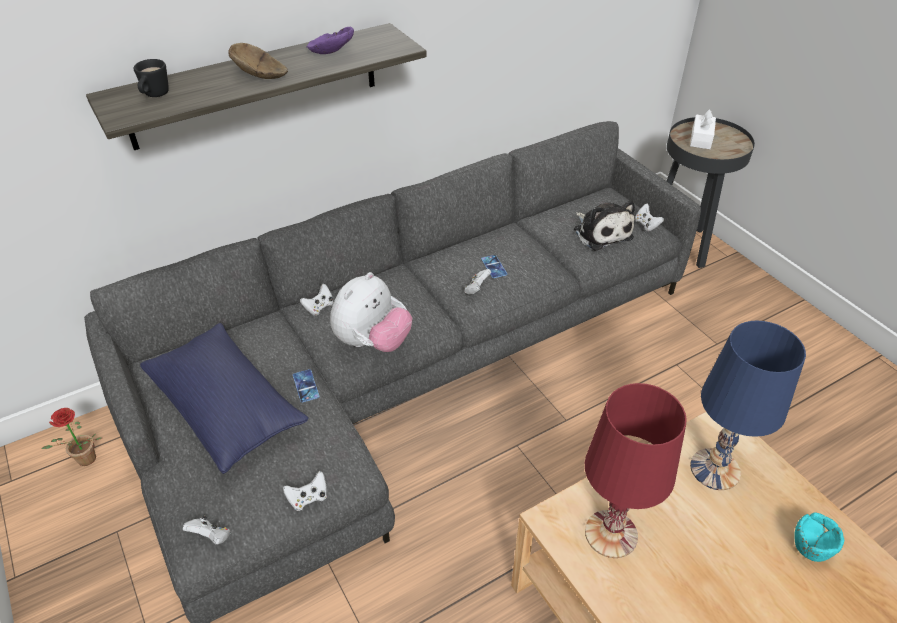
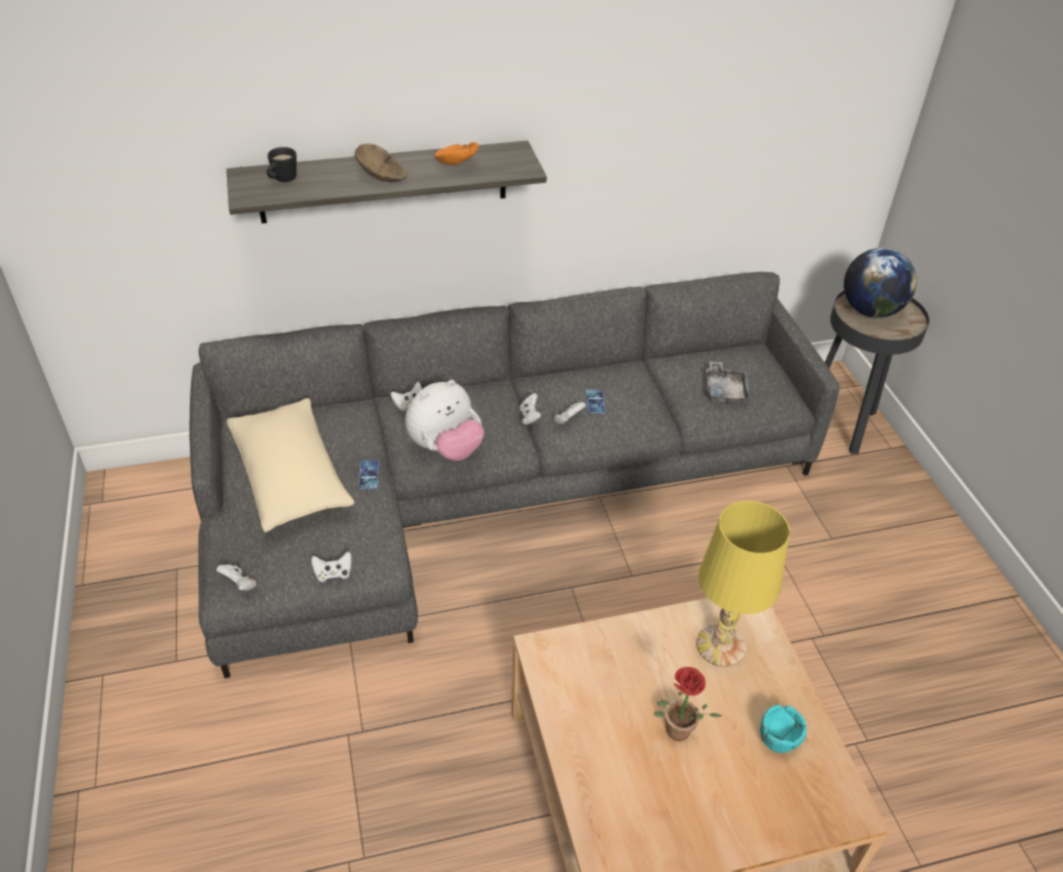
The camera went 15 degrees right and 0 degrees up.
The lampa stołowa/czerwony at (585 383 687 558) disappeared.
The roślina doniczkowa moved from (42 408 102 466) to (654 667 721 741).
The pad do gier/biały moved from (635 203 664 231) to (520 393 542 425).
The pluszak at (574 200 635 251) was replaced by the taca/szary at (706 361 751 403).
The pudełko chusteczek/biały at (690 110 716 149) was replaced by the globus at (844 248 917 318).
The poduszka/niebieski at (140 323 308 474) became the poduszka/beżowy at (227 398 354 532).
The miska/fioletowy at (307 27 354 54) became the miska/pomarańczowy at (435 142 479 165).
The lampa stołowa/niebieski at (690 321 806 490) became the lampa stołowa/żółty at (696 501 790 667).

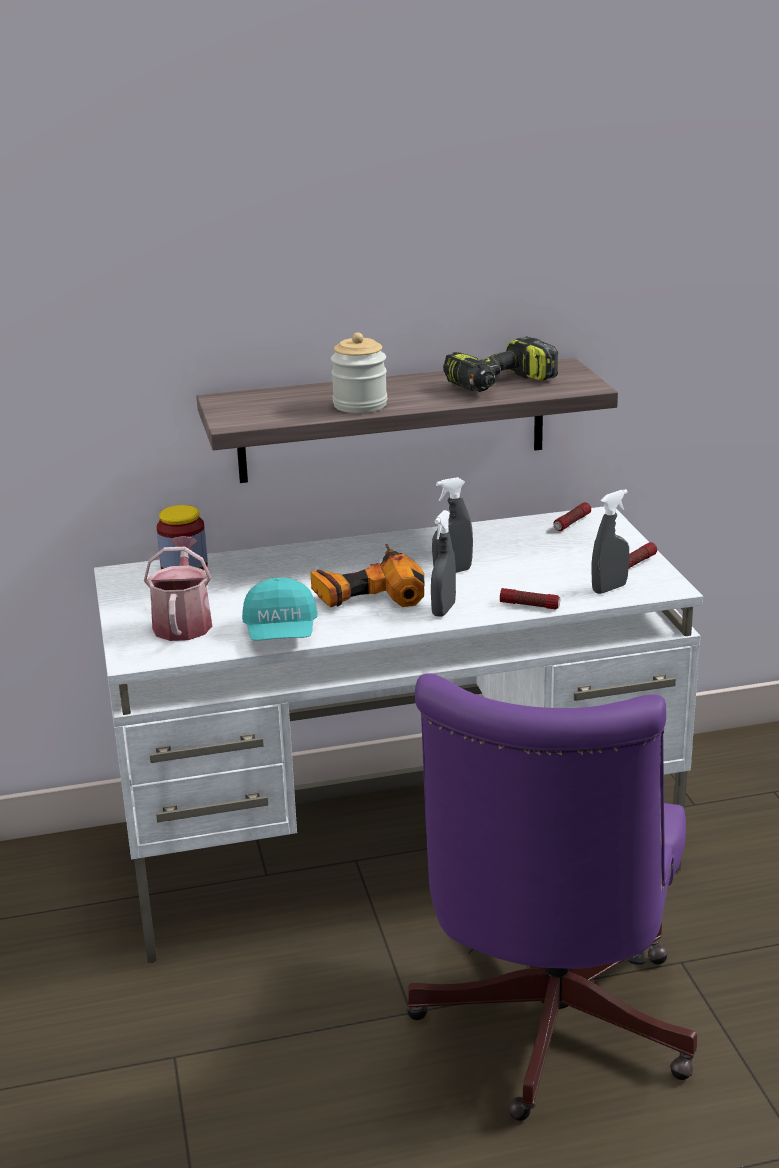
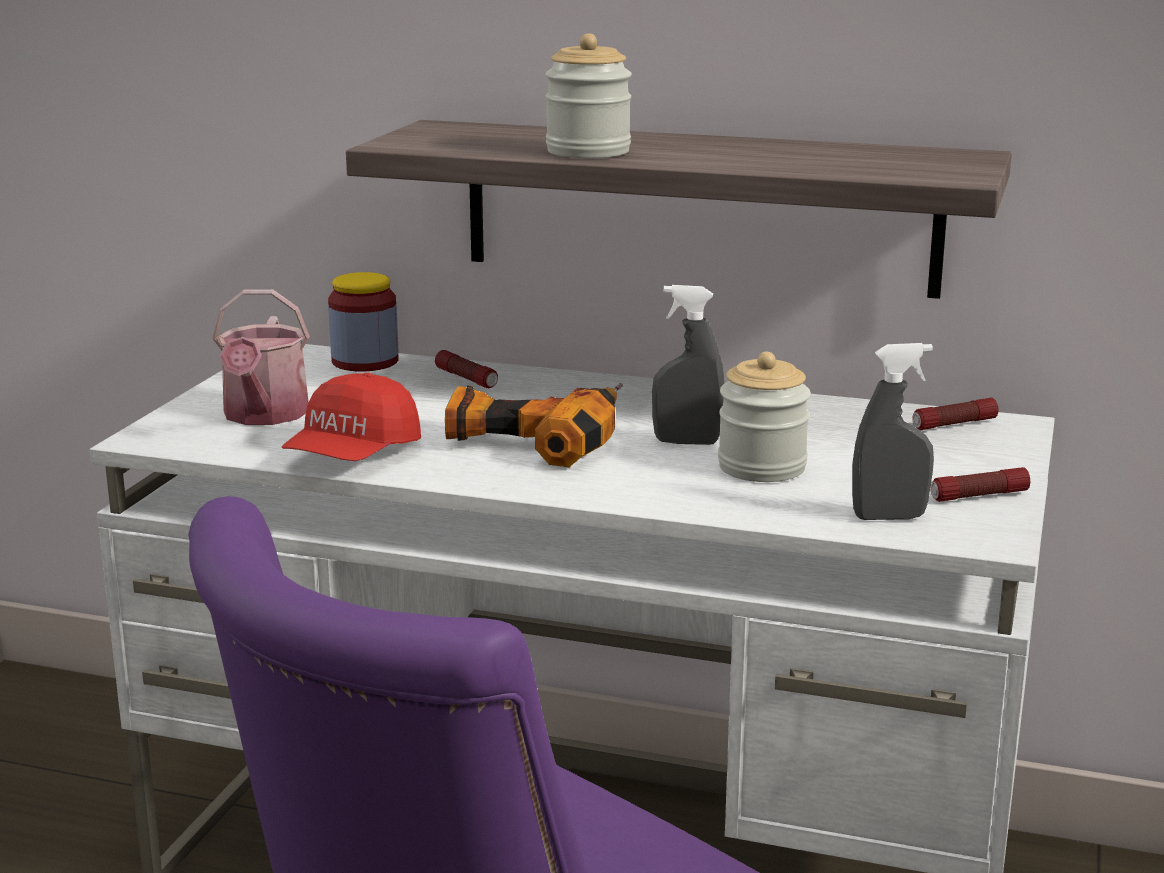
The camera went 30 degrees right and 5 degrees down.
The spryskiwacz/szary at (431 510 456 617) disappeared.
The wiertarka at (443 336 558 392) disappeared.
The słoik at (718 352 811 482) appeared.
The latarka moved from (500 588 560 609) to (435 350 498 388).
The czapka z daszkiem/turkusowy at (242 577 317 641) became the czapka z daszkiem/czerwony at (282 373 421 461).
The konewka at (144 536 212 641) turned 150 degrees clockwise.

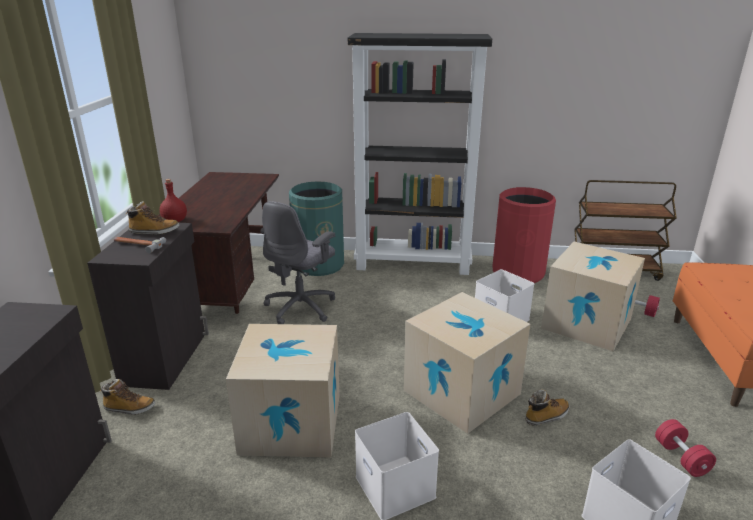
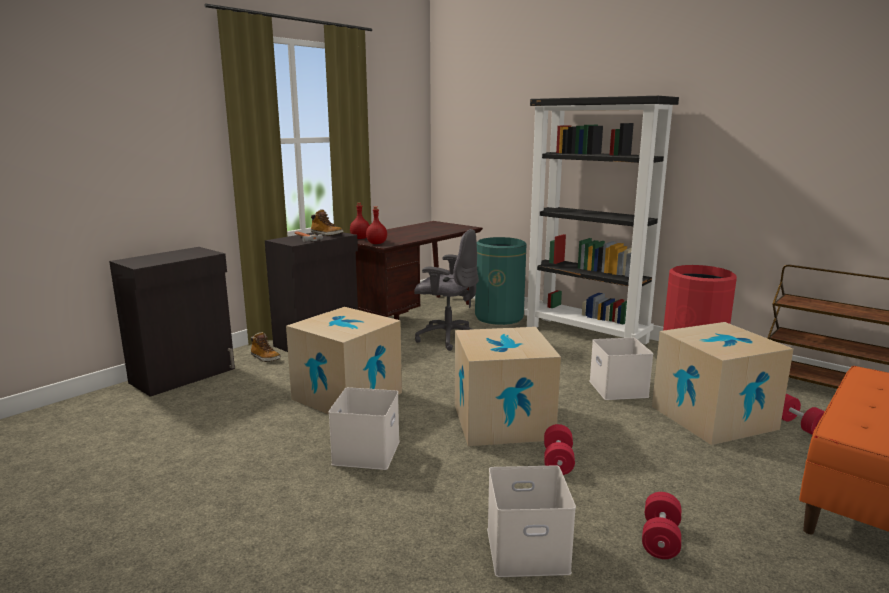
The camera went 35 degrees right and 10 degrees down.
The butelka/czerwony at (366 206 387 244) appeared.
The but z cholewką at (525 389 570 426) was replaced by the hantel/czerwony at (544 424 575 475).
The krzesło biurowe/szary at (260 201 335 324) turned 135 degrees counterclockwise.

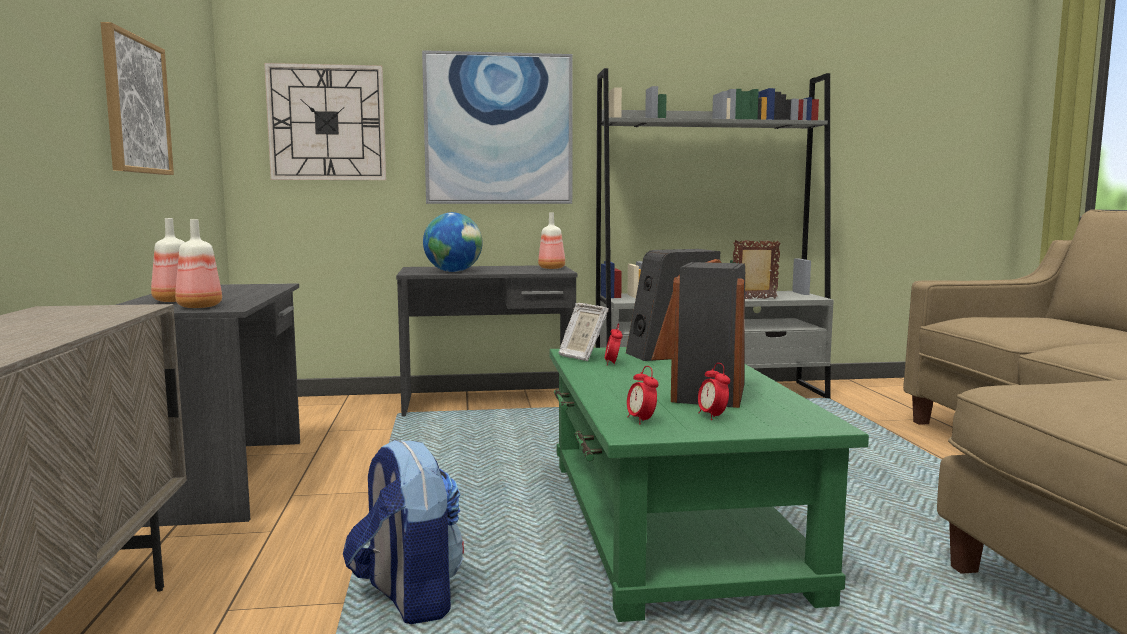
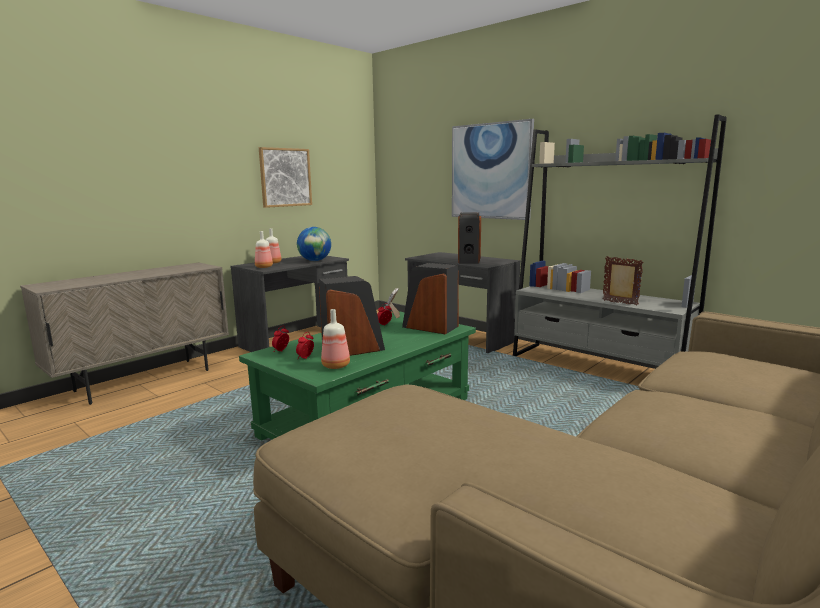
The camera went 50 degrees right and 5 degrees up.
The zegar ścienny at (264 63 386 180) disappeared.
The plecak at (343 439 464 624) disappeared.
The głośnik at (458 212 481 264) appeared.
The globus moved from (423 212 482 272) to (297 227 331 261).
The butelka moved from (538 212 565 269) to (321 309 350 369).

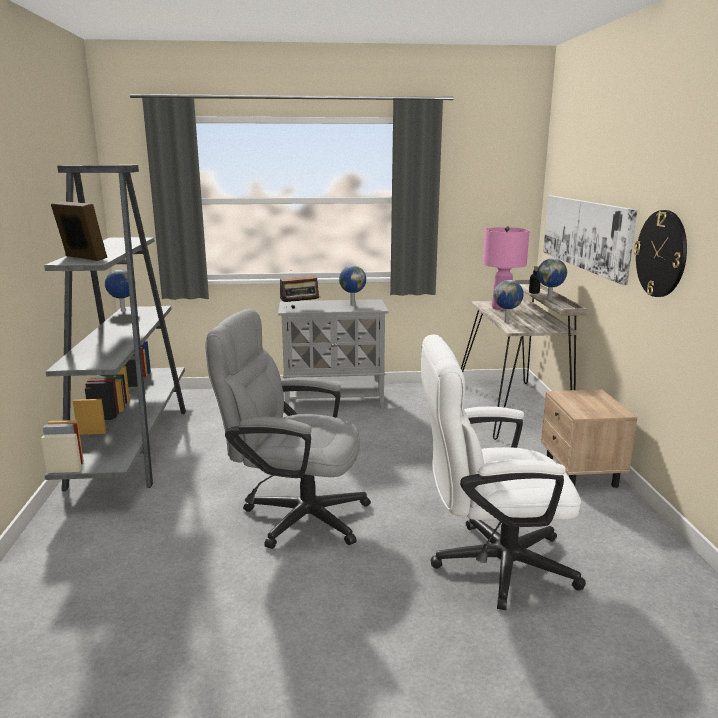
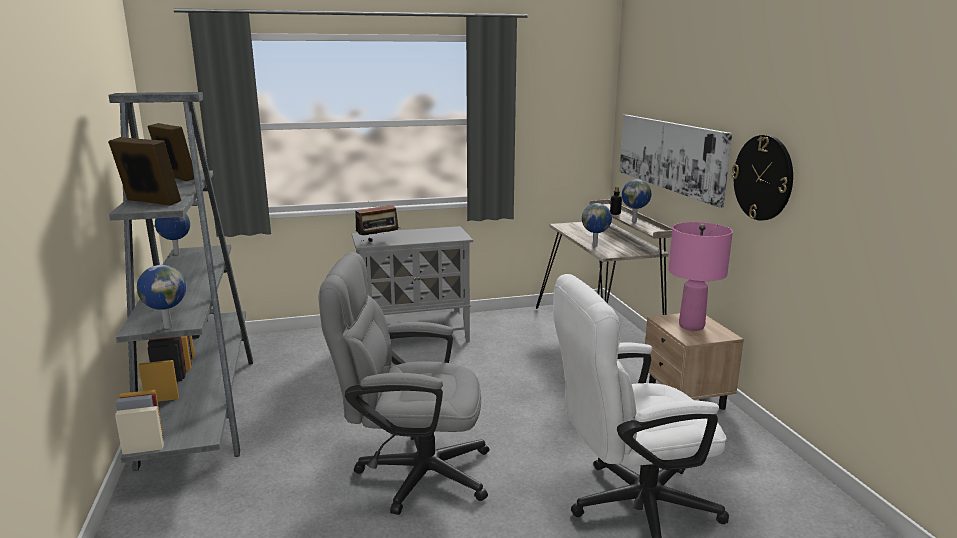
The camera went 10 degrees left and 0 degrees up.
The ramka na zdjęcie at (147 123 194 181) appeared.
The globus moved from (339 265 366 306) to (137 265 186 329).
The lampa stołowa/różowy moved from (483 226 530 310) to (668 222 733 331).

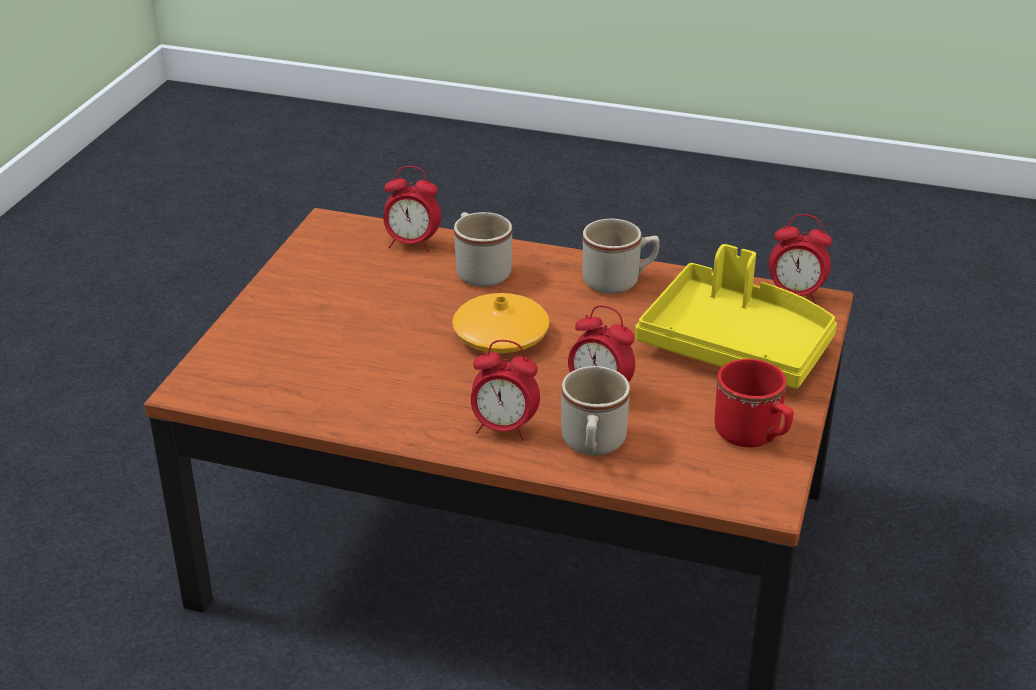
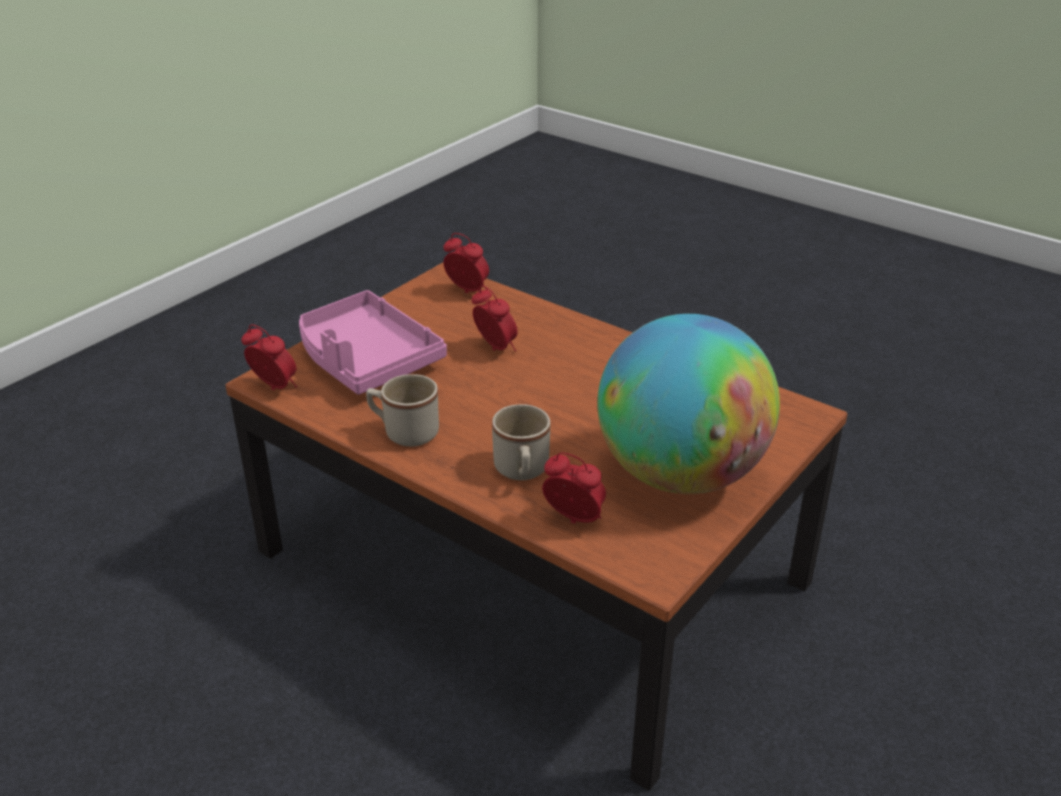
The camera went 160 degrees left and 0 degrees up.
The wazon/pomarańczowy at (452 293 550 353) disappeared.
The kubek/beżowy at (561 366 630 456) disappeared.
The kubek/czerwony at (715 359 794 447) disappeared.
The globus at (597 314 780 494) appeared.
The budzik moved from (471 340 540 441) to (443 233 489 293).
The taca/żółty at (635 244 837 389) became the taca/różowy at (299 290 447 394).

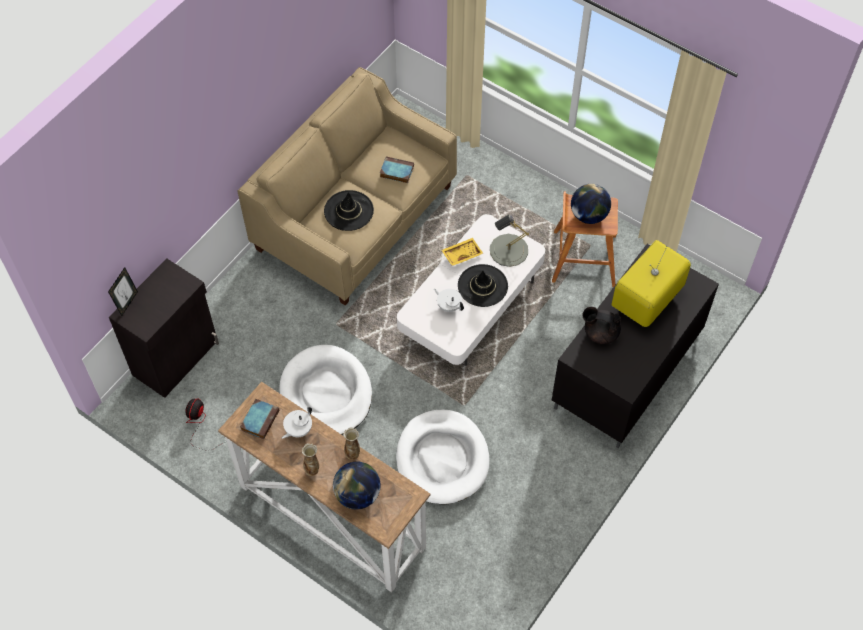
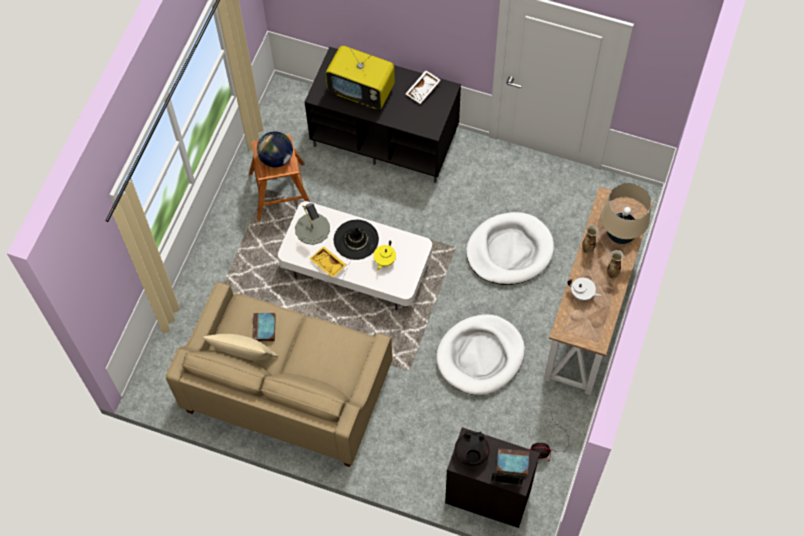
The camera went 105 degrees left and 5 degrees up.
The kapelusz/czarny at (324 190 374 231) disappeared.
The poduszka/beżowy at (202 334 278 360) appeared.
The taca/biały at (406 70 441 104) appeared.
The książka moved from (240 399 279 439) to (496 448 529 476).
The imbryk/czarny moved from (583 307 621 344) to (455 430 490 466).
The globus at (333 462 381 509) was replaced by the lampa stołowa/beżowy at (601 183 651 244).
The imbryk/biały at (434 289 464 312) became the imbryk/żółty at (373 240 396 270).

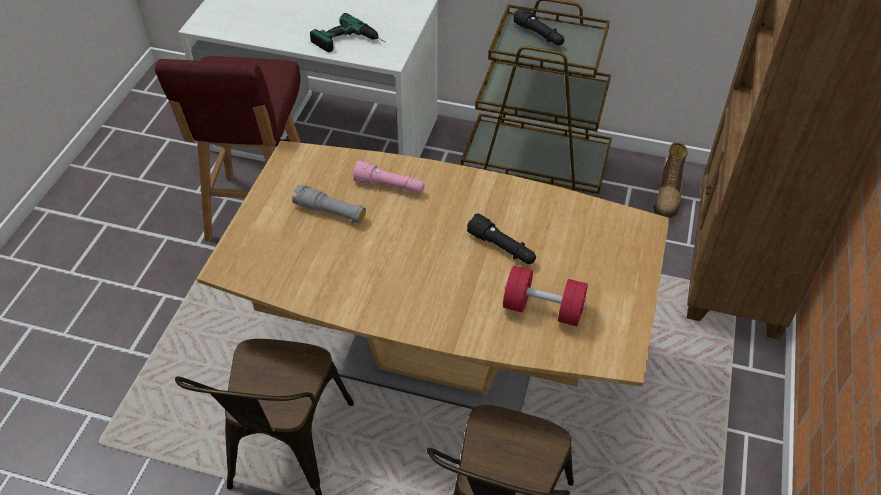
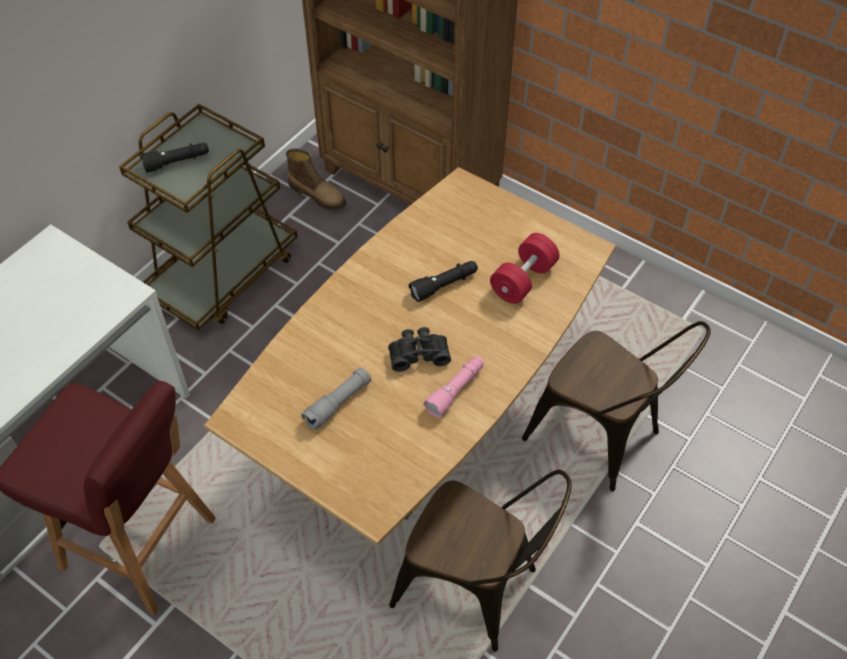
The camera went 70 degrees left and 5 degrees up.
The wiertarka at (310 13 386 52) disappeared.
The lornetka/czarny at (388 327 451 372) appeared.
The latarka/różowy moved from (353 161 425 193) to (423 356 484 418).

